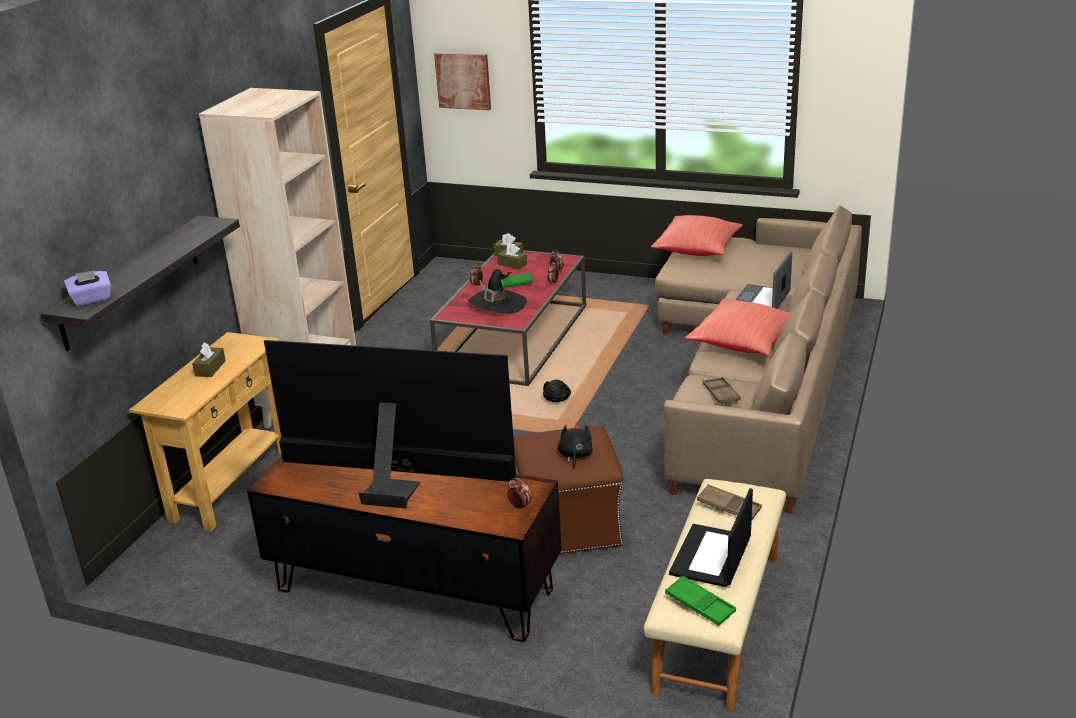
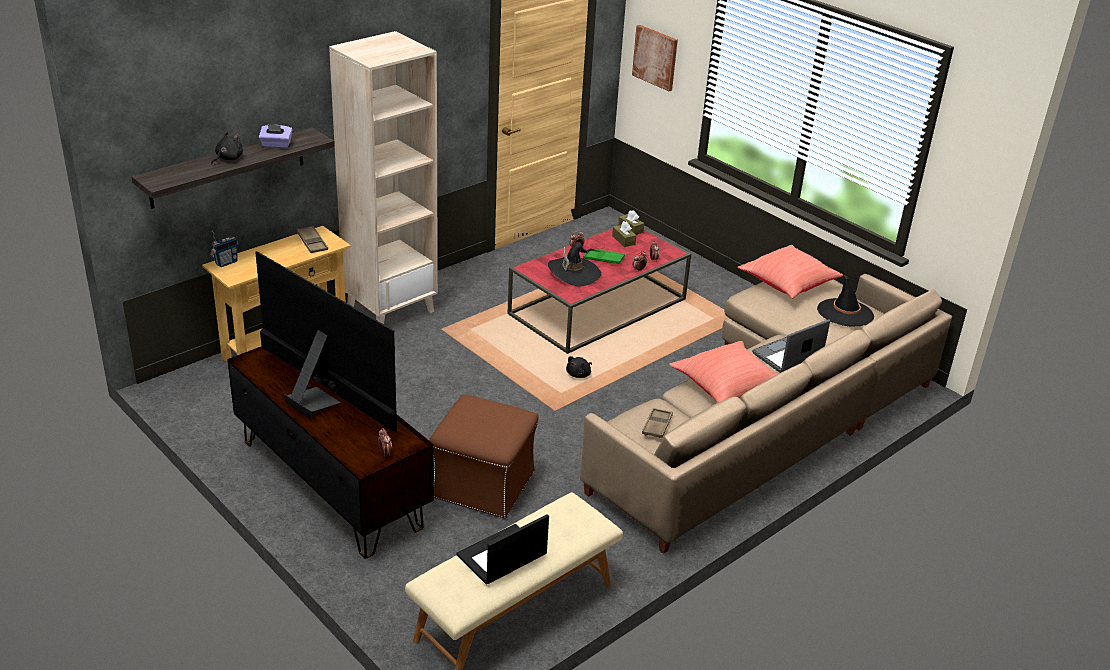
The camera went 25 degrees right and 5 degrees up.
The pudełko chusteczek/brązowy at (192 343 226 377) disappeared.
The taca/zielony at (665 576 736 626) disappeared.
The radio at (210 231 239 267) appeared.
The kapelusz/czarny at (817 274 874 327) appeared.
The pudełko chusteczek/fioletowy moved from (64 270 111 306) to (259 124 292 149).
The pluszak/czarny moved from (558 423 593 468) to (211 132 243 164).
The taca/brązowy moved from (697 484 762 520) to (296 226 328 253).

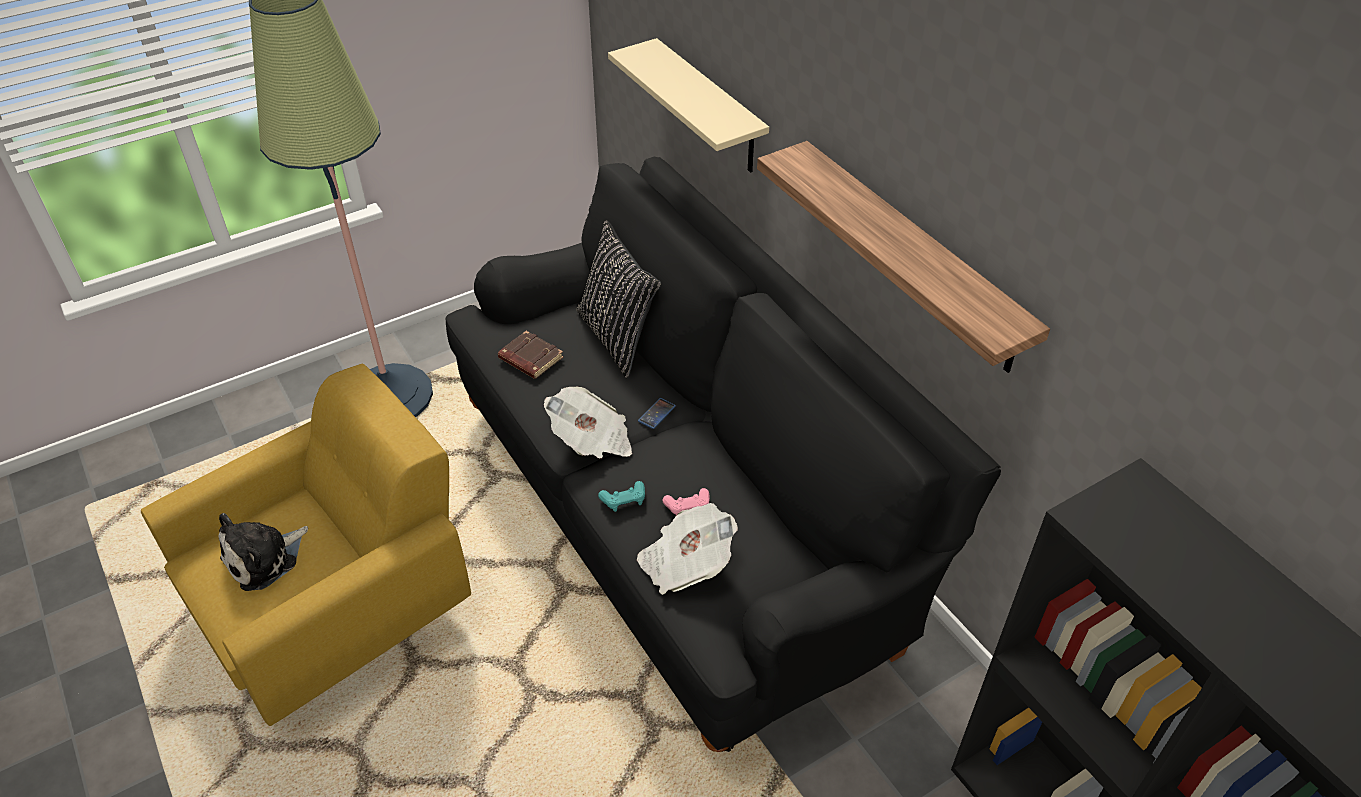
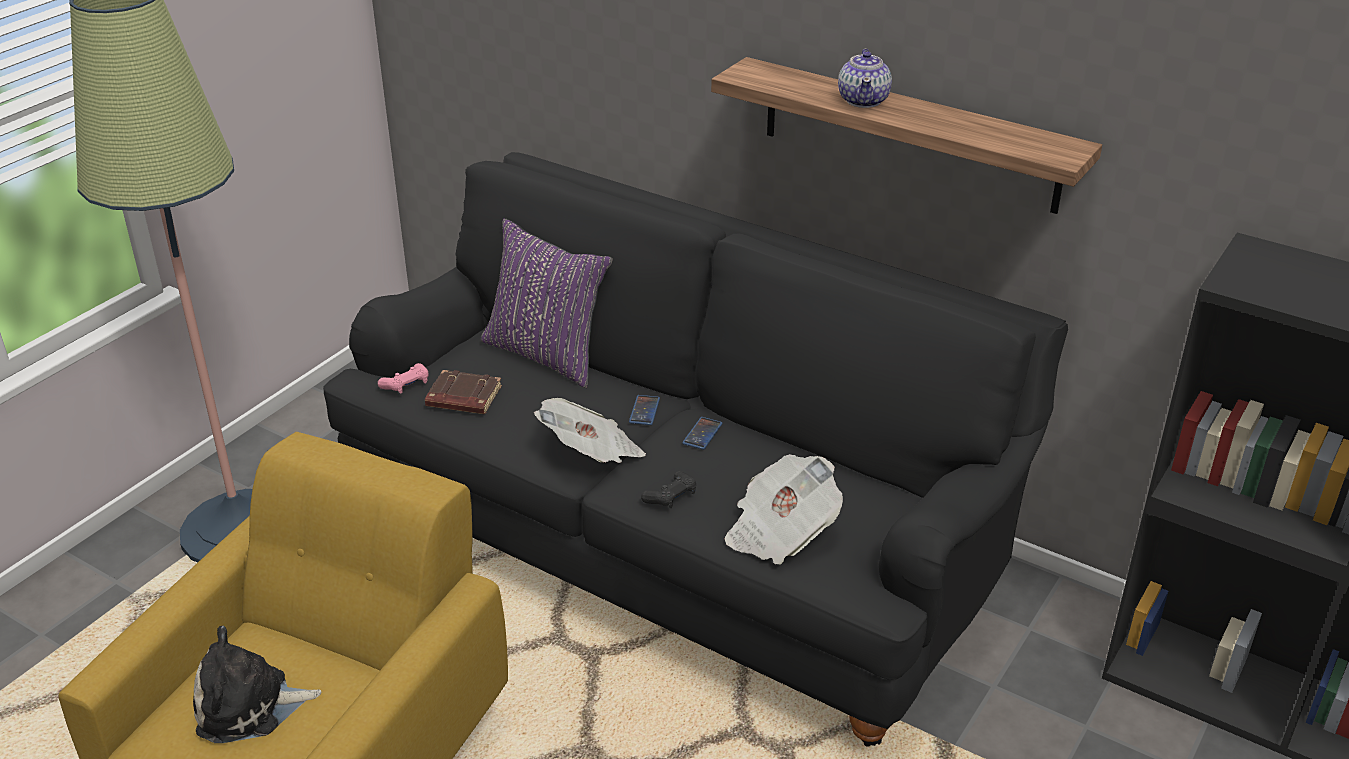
The camera went 25 degrees left and 10 degrees down.
The półka/beżowy at (608 38 769 172) disappeared.
The telefon at (682 417 723 450) appeared.
The imbryk at (838 49 892 108) appeared.
The pad do gier/różowy moved from (663 488 710 516) to (378 363 429 394).
The poduszka/czarny at (577 220 661 378) became the poduszka/fioletowy at (481 219 613 388).
The pad do gier/turkusowy at (598 481 645 512) became the pad do gier/czarny at (641 471 696 508).
The pluszak at (218 513 308 591) turned 60 degrees clockwise.

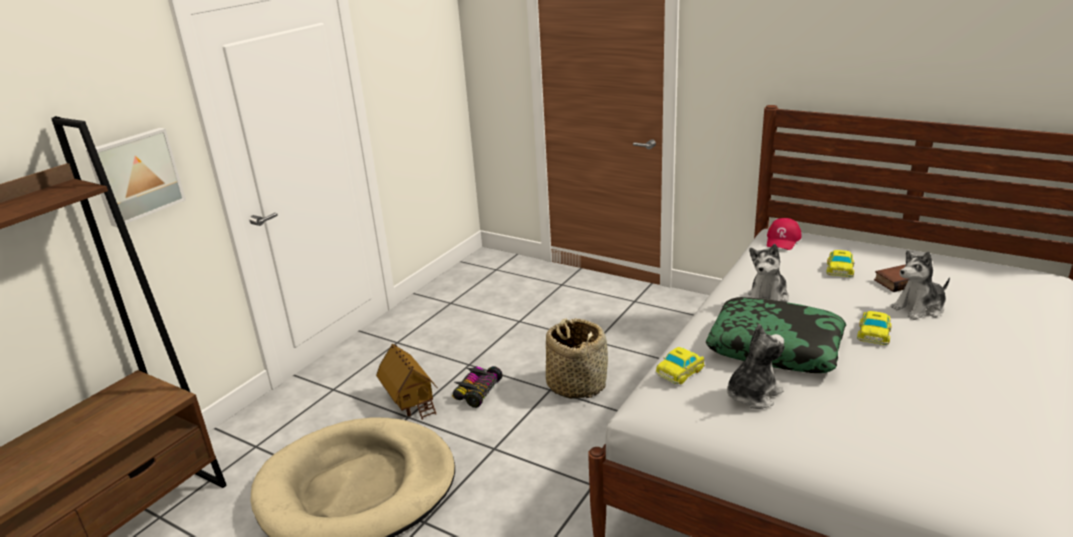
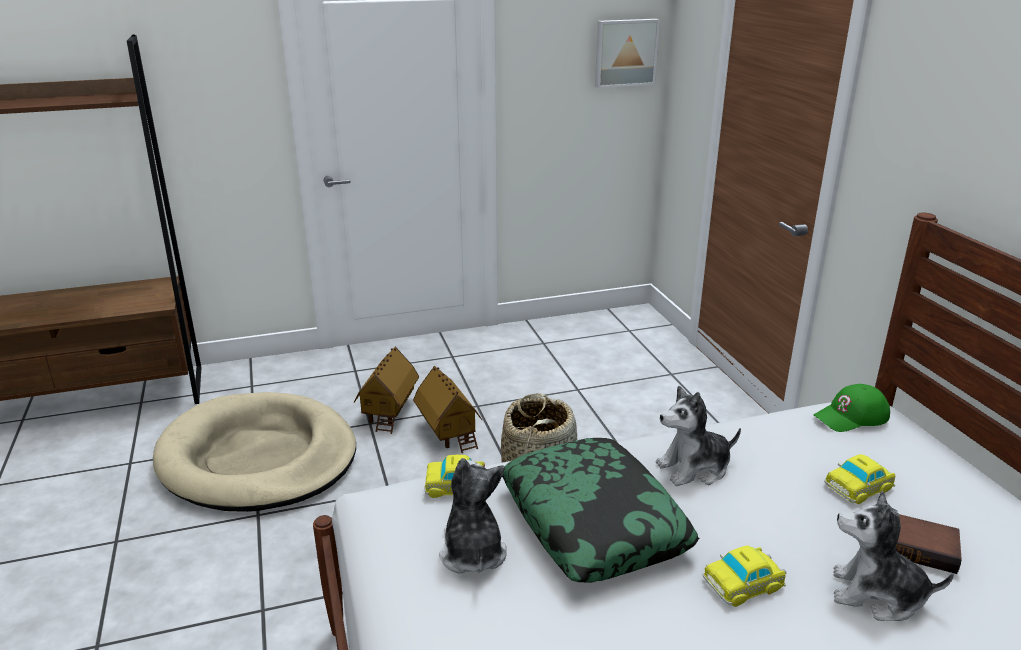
The camera went 40 degrees right and 0 degrees up.
The obraz moved from (86 128 186 227) to (595 19 660 88).
The samochodzik at (452 366 503 408) was replaced by the domek at (413 366 482 453).
The czapka z daszkiem/czerwony at (767 218 802 250) became the czapka z daszkiem/zielony at (814 384 890 432).
The pluszak at (727 324 784 409) turned 105 degrees counterclockwise.

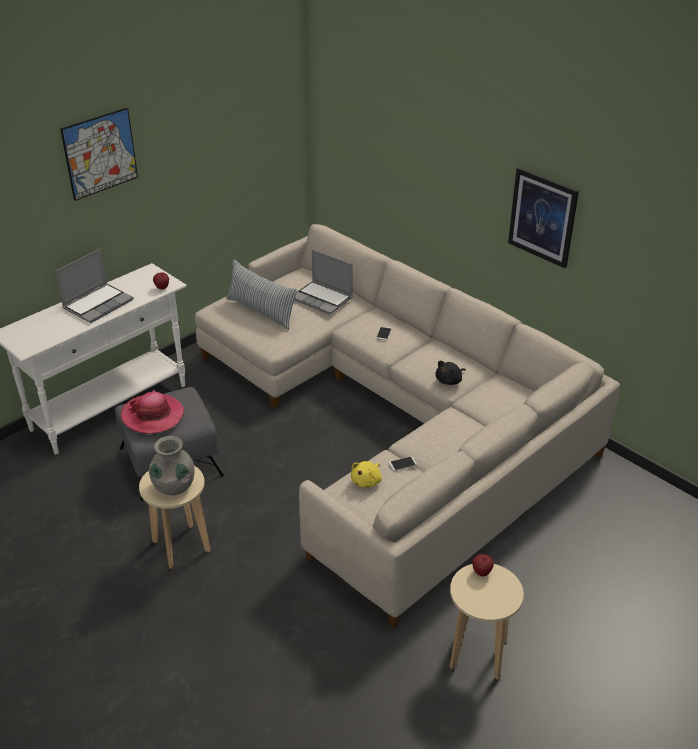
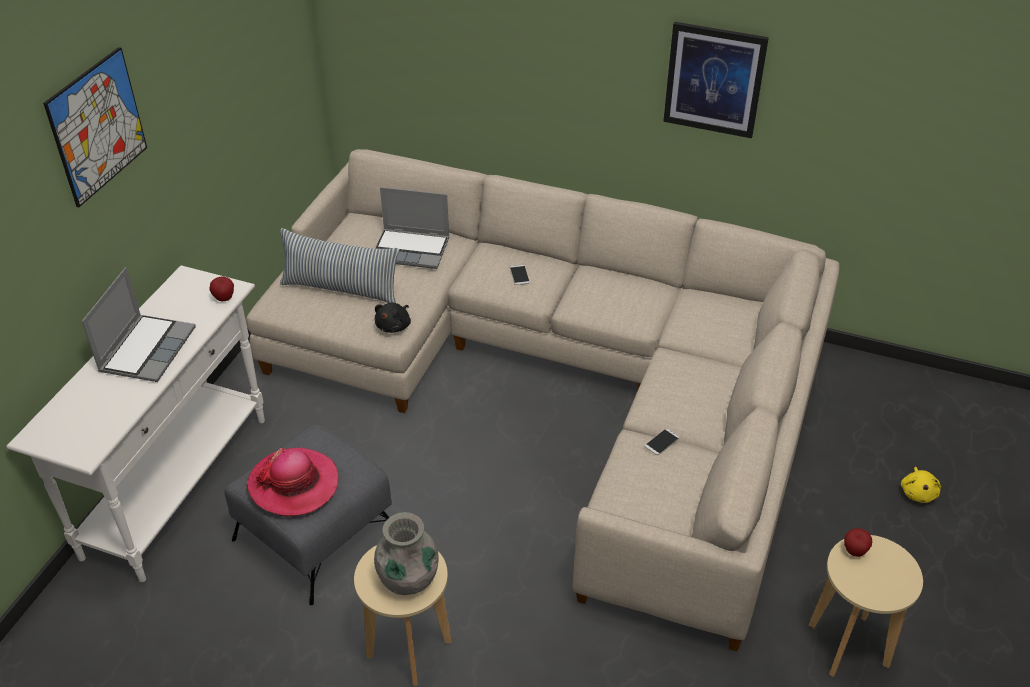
The camera went 25 degrees left and 5 degrees up.
The pluszak/żółty moved from (351 461 382 488) to (901 467 941 503).
The pluszak/czarny moved from (436 361 466 385) to (375 303 411 333).

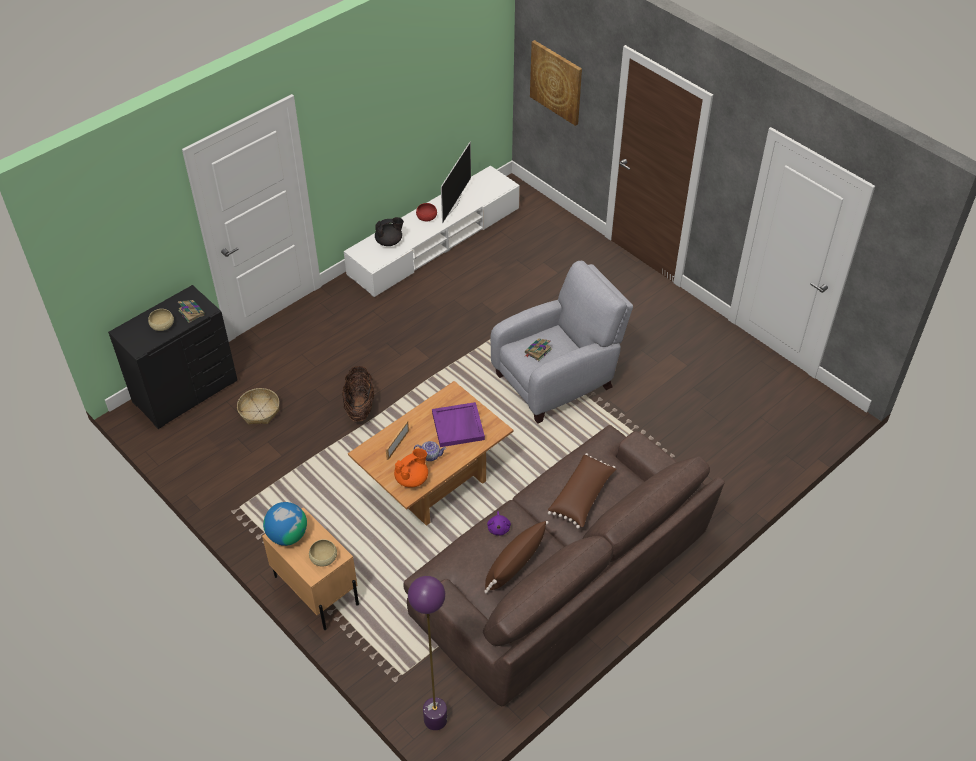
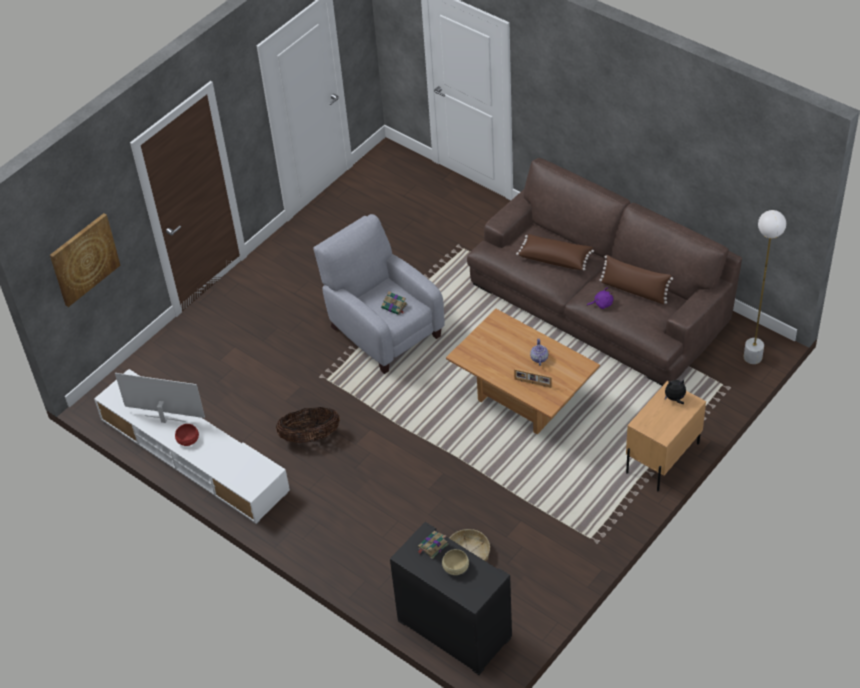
The camera went 95 degrees left and 0 degrees up.
The globus at (263 502 307 546) disappeared.
The imbryk/czarny at (375 217 404 246) disappeared.
The imbryk/pomarańczowy at (394 448 428 488) disappeared.
The taca/fioletowy at (432 402 485 447) disappeared.
The koszyk moved from (342 366 374 422) to (276 407 340 443).
The miska/beżowy at (309 539 337 566) was replaced by the pluszak at (665 380 686 404).
The lampa stojąca/fioletowy at (408 576 447 730) became the lampa stojąca/biały at (744 210 786 364).

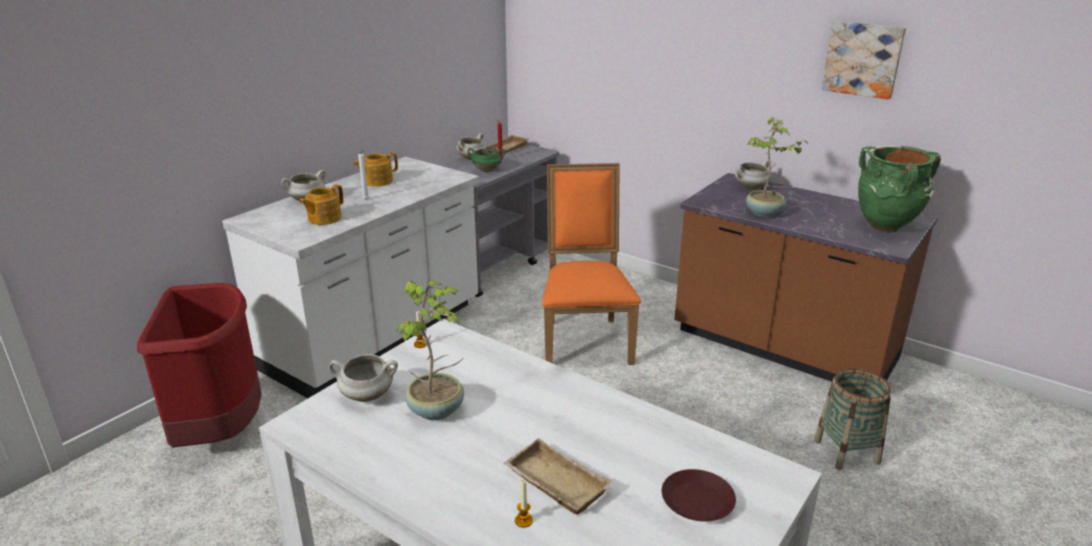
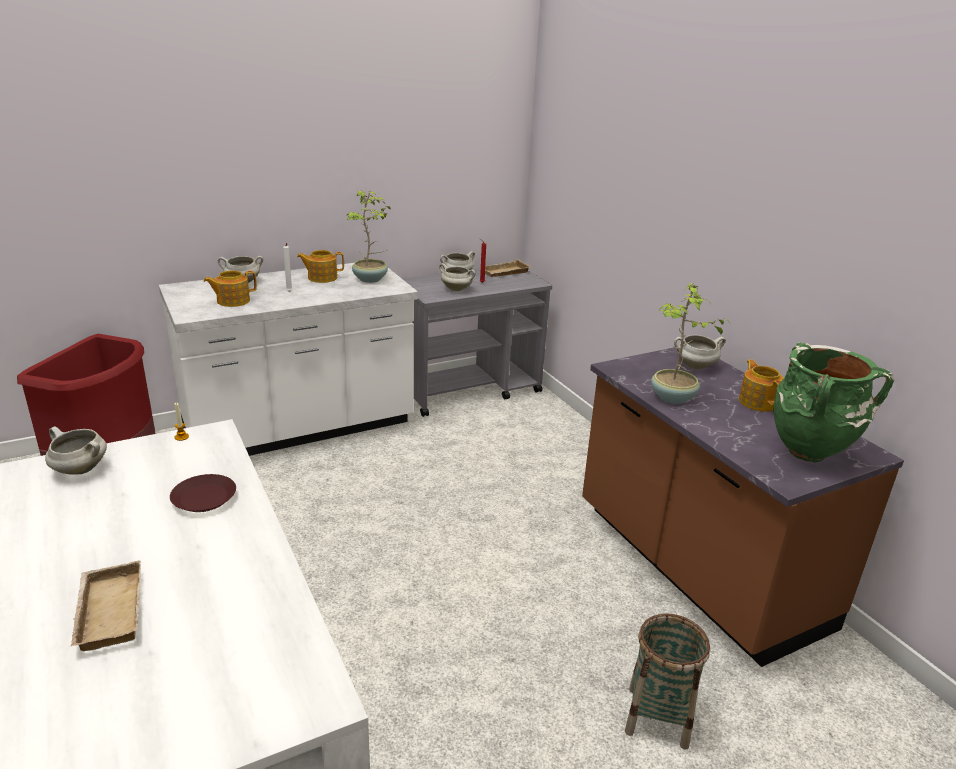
The camera went 25 degrees right and 0 degrees up.
The świeca at (515 479 533 528) disappeared.
The krzesło/pomarańczowy at (542 163 641 365) disappeared.
The obraz at (822 21 906 100) disappeared.
The imbryk at (739 360 784 412) appeared.
The roślina doniczkowa moved from (397 280 464 420) to (346 190 390 283).
The talerz/brązowy moved from (662 469 736 522) to (170 474 236 512).
The garnek/zielony at (467 148 505 172) became the garnek/biały at (439 263 476 291).

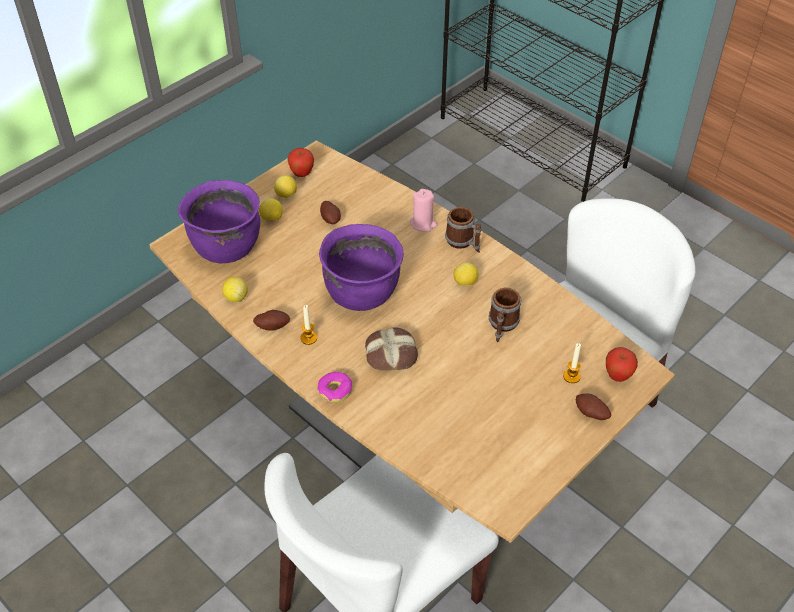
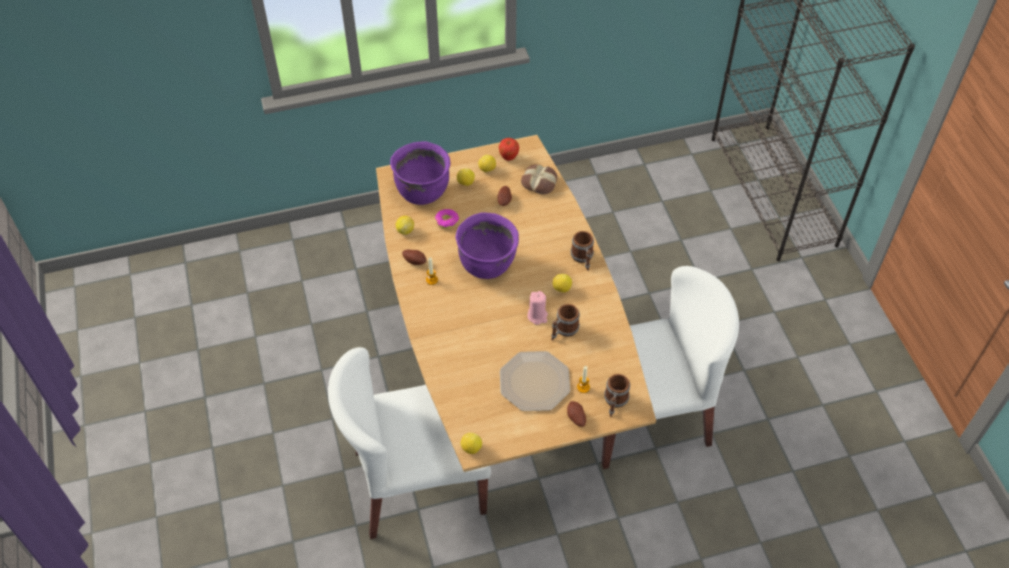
The camera went 30 degrees right and 5 degrees up.
The cytryna at (461 433 482 454) appeared.
The talerz at (500 351 570 411) appeared.
The donut moved from (317 372 352 403) to (435 209 459 229).
The chleb moved from (365 327 418 371) to (521 164 557 195).
The świeca/różowy moved from (410 189 437 232) to (527 291 548 325).
The jabłko at (606 347 638 382) was replaced by the kubek at (604 374 630 417).

